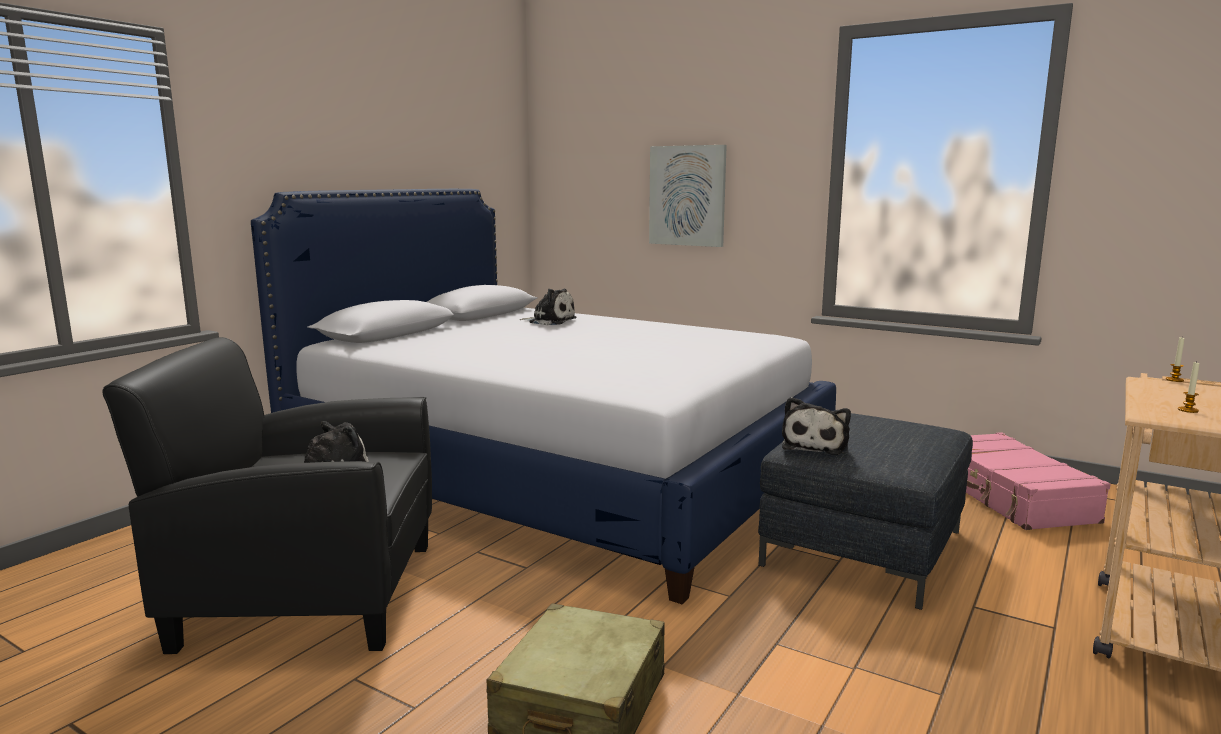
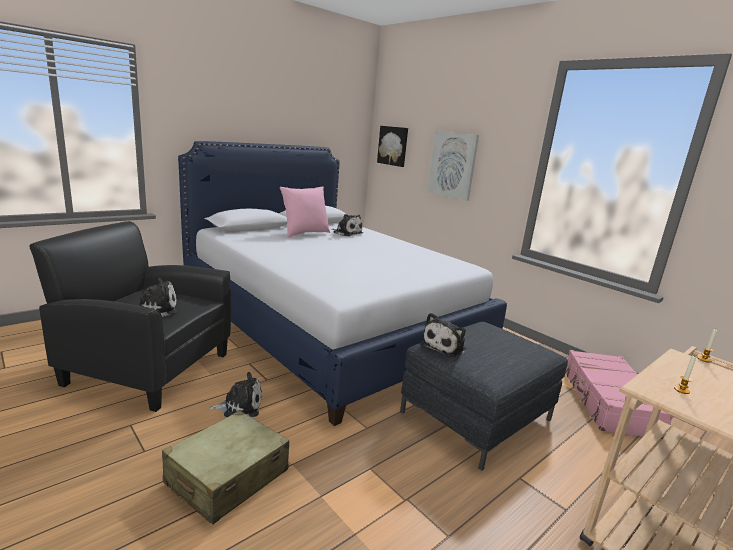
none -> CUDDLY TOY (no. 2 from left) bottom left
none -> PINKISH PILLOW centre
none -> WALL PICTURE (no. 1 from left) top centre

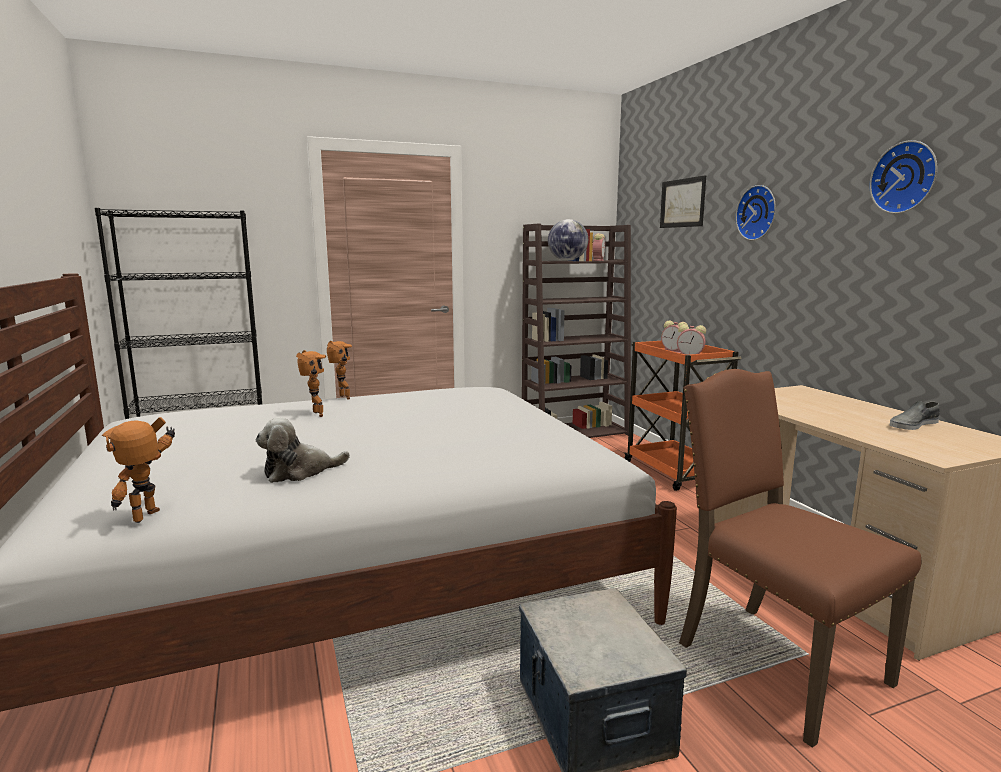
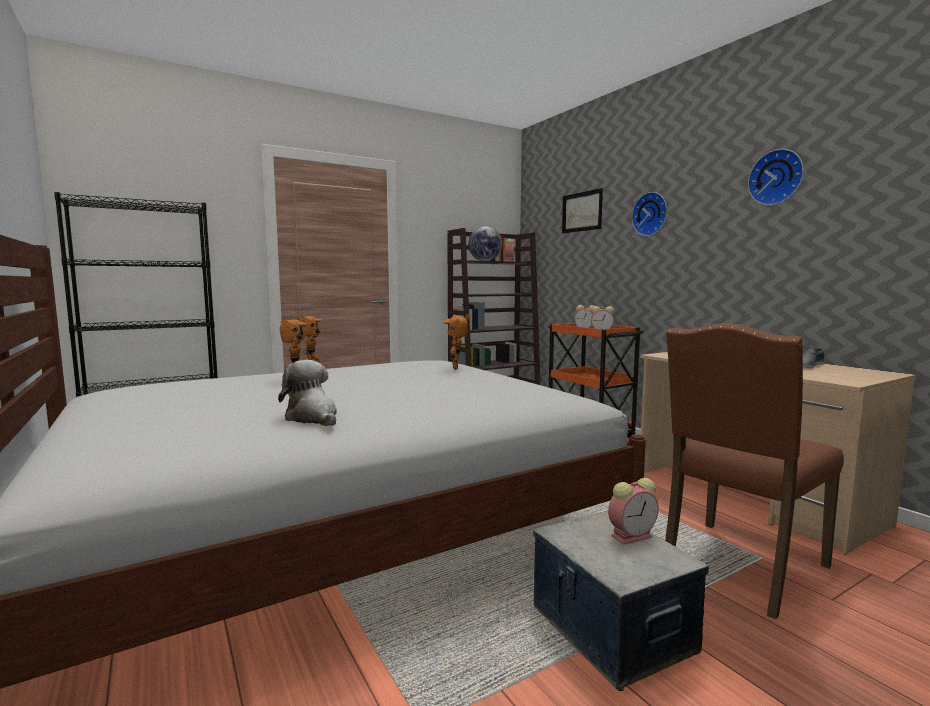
CUDDLY TOY middle left, 90 degrees clockwise
TOY ROBOT (no. 1 from left in the first image) middle left -> TOY ROBOT (no. 3 from left) centre, relocated
none -> ALARM CLOCK (no. 4 from left) bottom right
BROWNISH CHAIR bottom right, 90 degrees counterclockwise

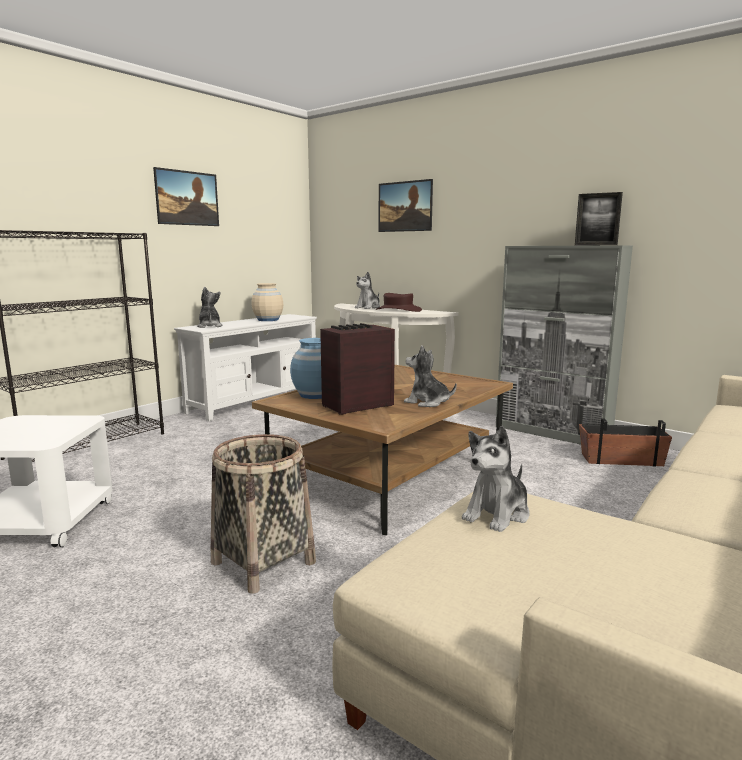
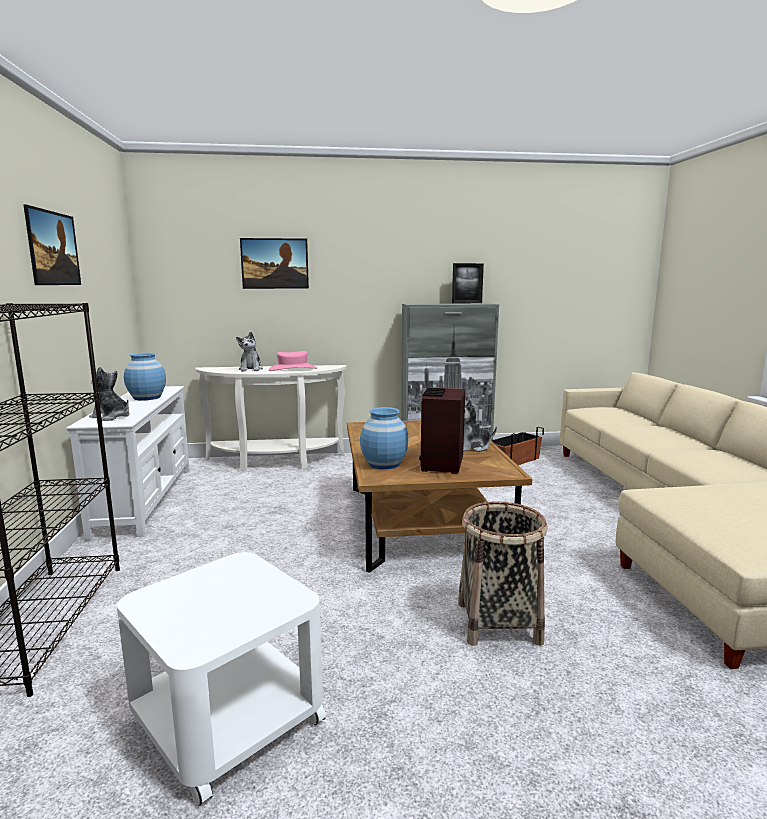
SAND-COLOURED VASE centre -> BLUE-COLOURED VASE (no. 1 from left) middle left
BROWNISH CLOTHING HAT centre -> PINKISH CLOTHING HAT centre
CUDDLY TOY (no. 4 from left) middle right -> none

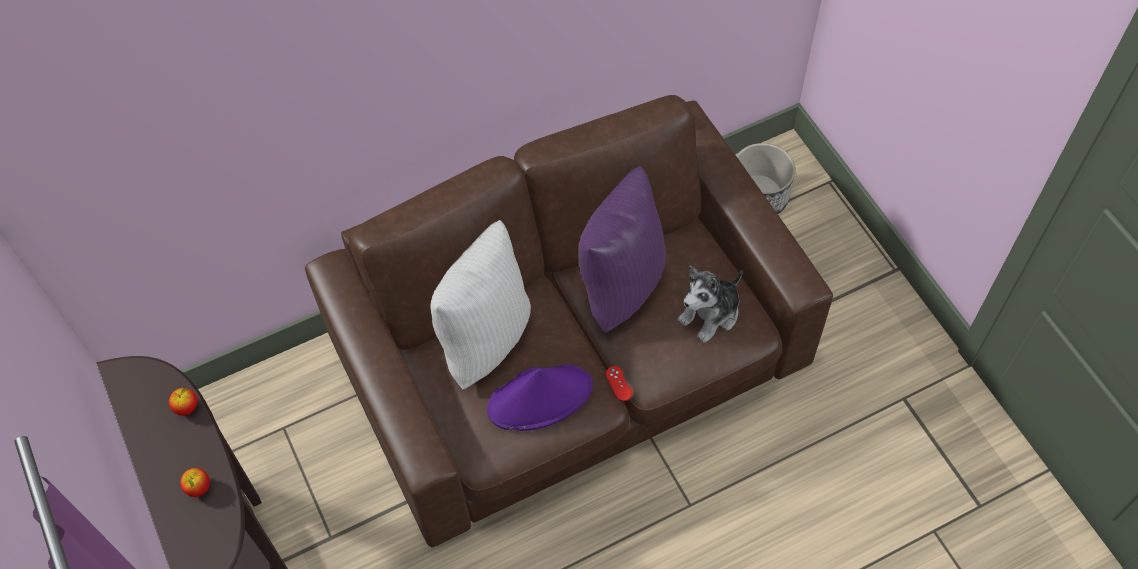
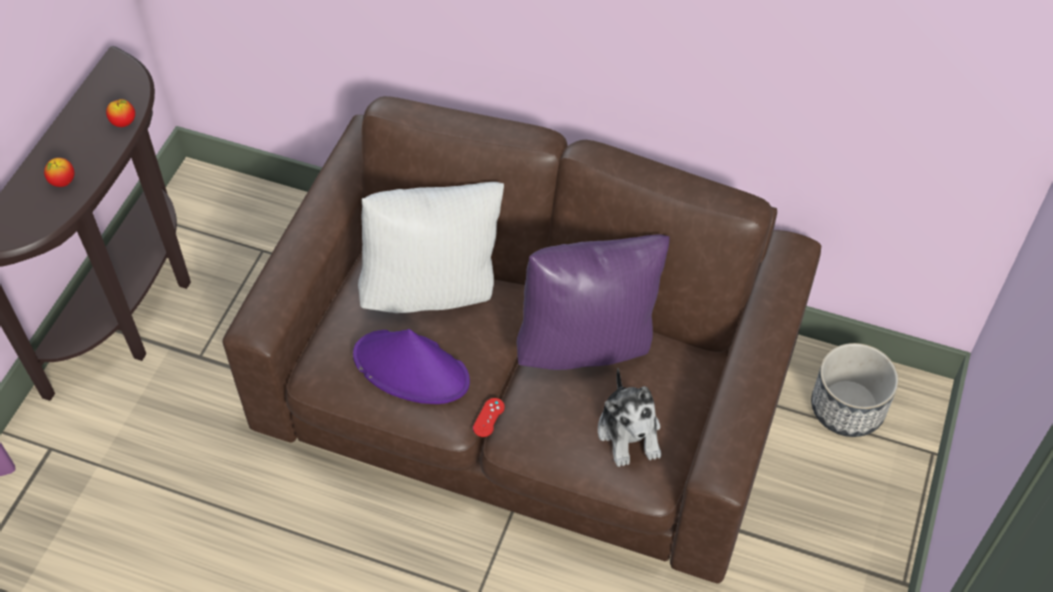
CUDDLY TOY centre -> CUDDLY TOY bottom centre, 105 degrees counterclockwise

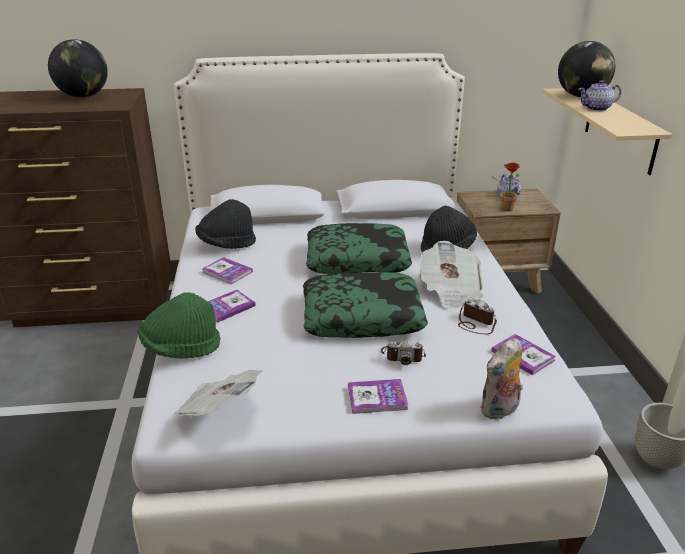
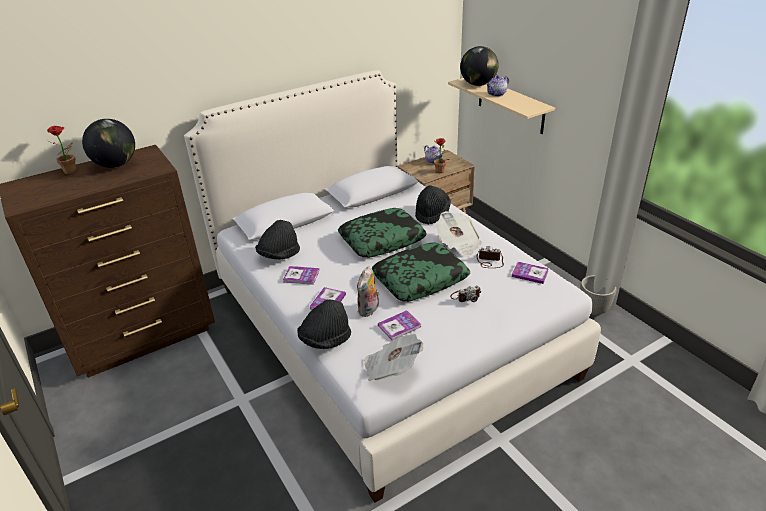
none -> HOUSEPLANT (no. 1 from left) top left
GREEN-COLOURED CLOTHING HAT middle left -> BLACKISH CLOTHING HAT (no. 2 from left) centre
CUDDLY TOY bottom right -> CUDDLY TOY centre, relocated
BOOK (no. 3 from left) bottom centre -> BOOK (no. 3 from left) centre, relocated

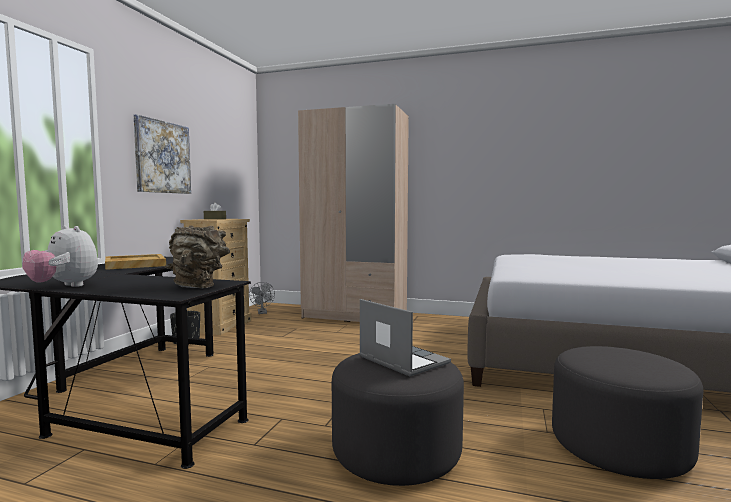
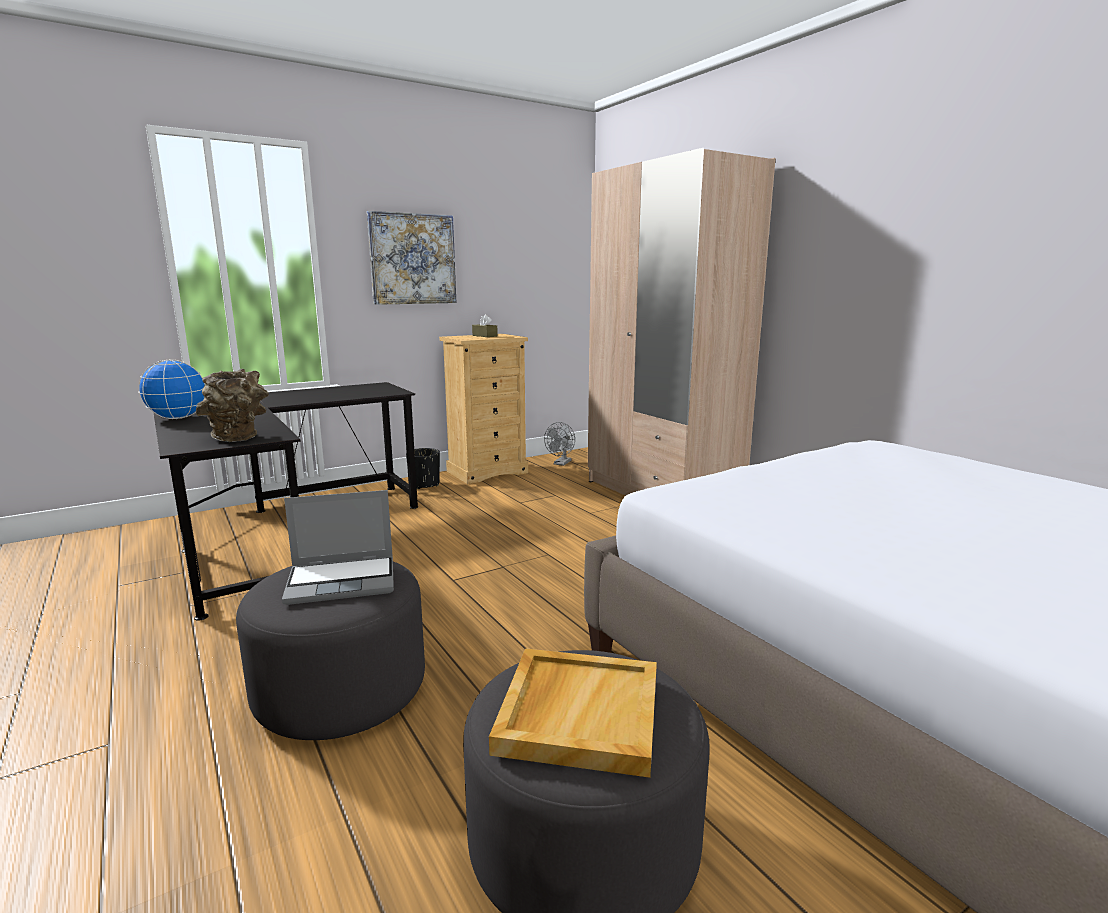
CUDDLY TOY middle left -> GLOBE middle left
PORTABLE COMPUTER bottom centre -> PORTABLE COMPUTER middle left, 75 degrees clockwise
SAND-COLOURED SERVING TRAY middle left -> SAND-COLOURED SERVING TRAY bottom centre, relocated

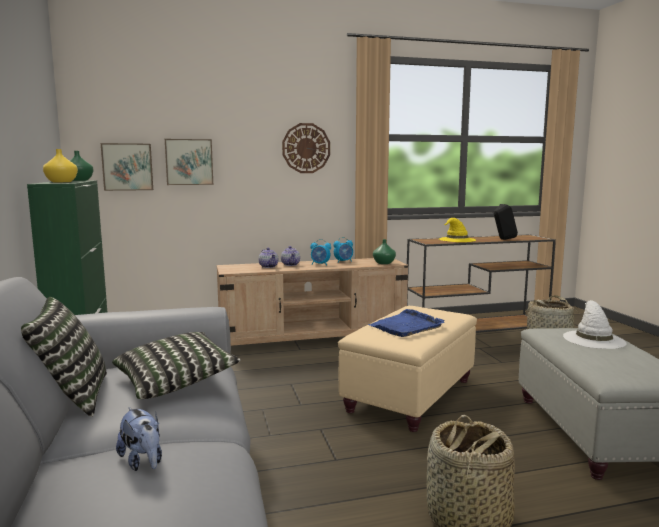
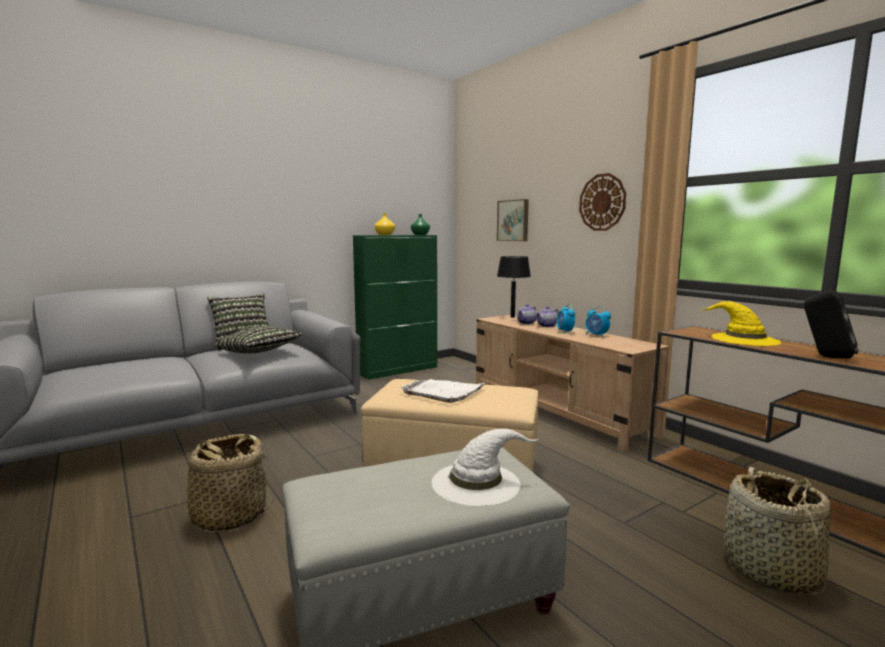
BLUE-COLOURED SERVING TRAY centre -> WHITE-COLOURED SERVING TRAY centre
none -> BLACKISH LAMP FOR A TABLE centre
WALL PICTURE (no. 1 from left) top left -> none
CUDDLY TOY bottom left -> none
GREEN-COLOURED VASE (no. 2 from left) centre -> none

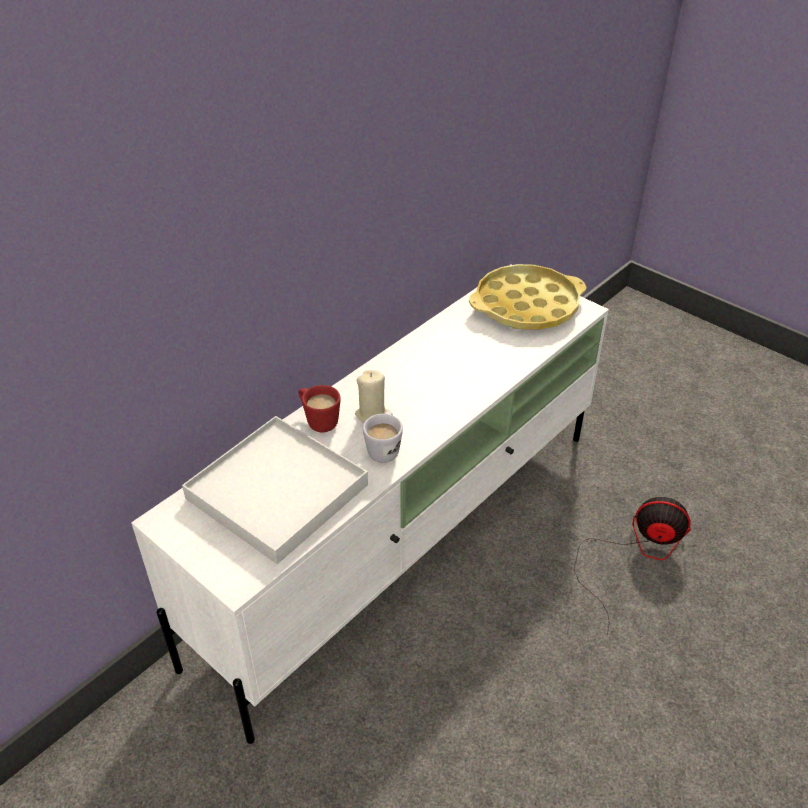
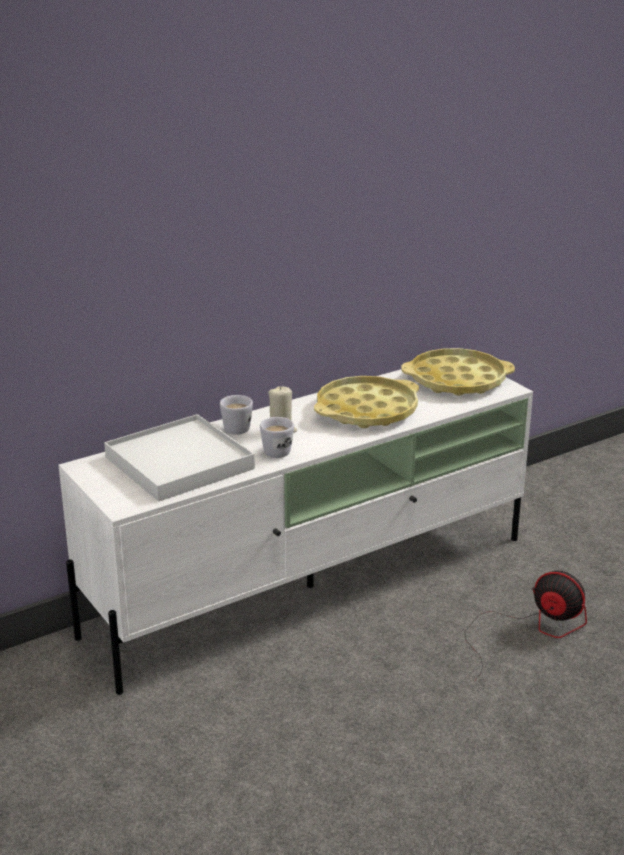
RED-COLOURED TEA MUG centre -> WHITE-COLOURED TEA MUG (no. 1 from left) centre
none -> YELLOW SERVING TRAY (no. 1 from left) centre

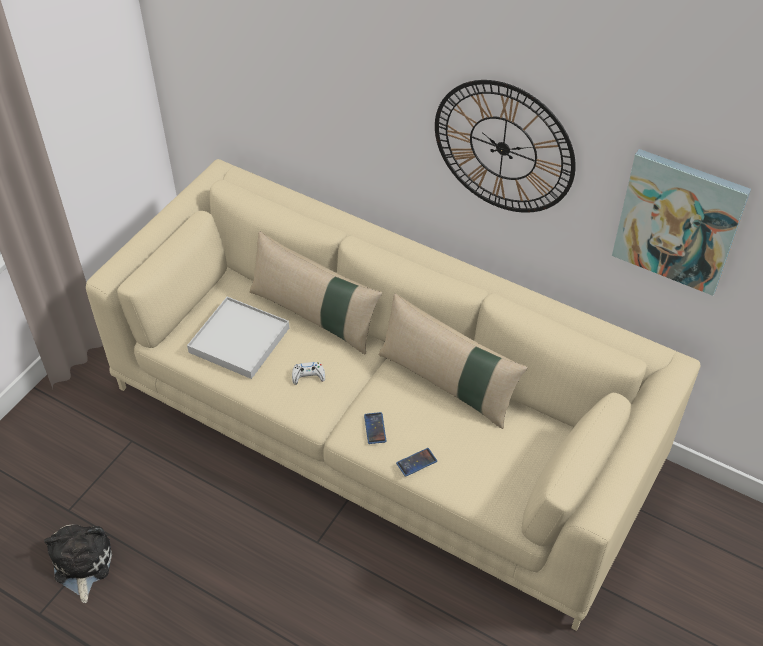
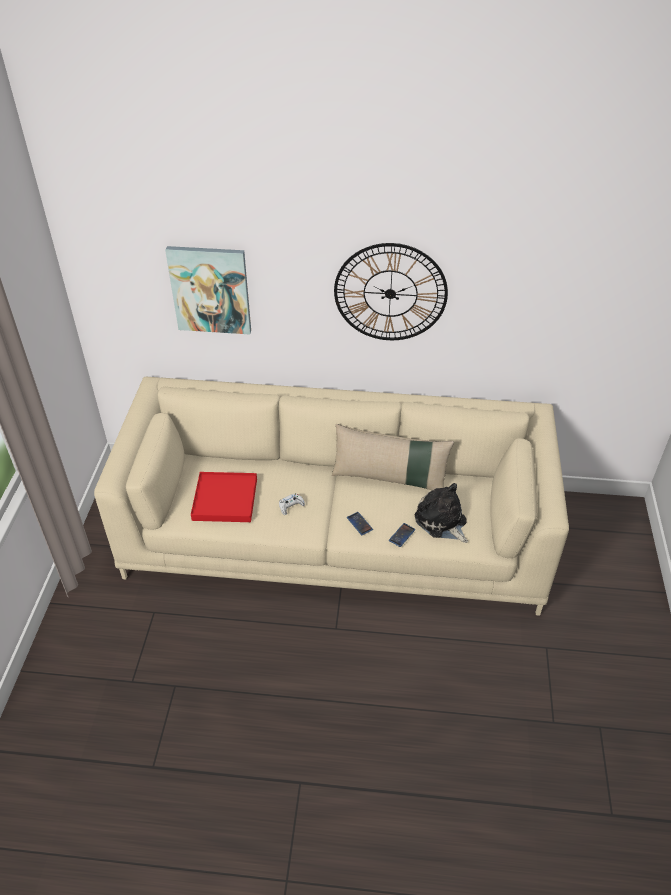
WALL PICTURE middle right -> WALL PICTURE top left, relocated
WHITE-COLOURED SERVING TRAY middle left -> RED-COLOURED SERVING TRAY centre
CUDDLY TOY bottom left -> CUDDLY TOY centre, relocated
SAND-COLOURED PILLOW (no. 1 from left) centre -> none

